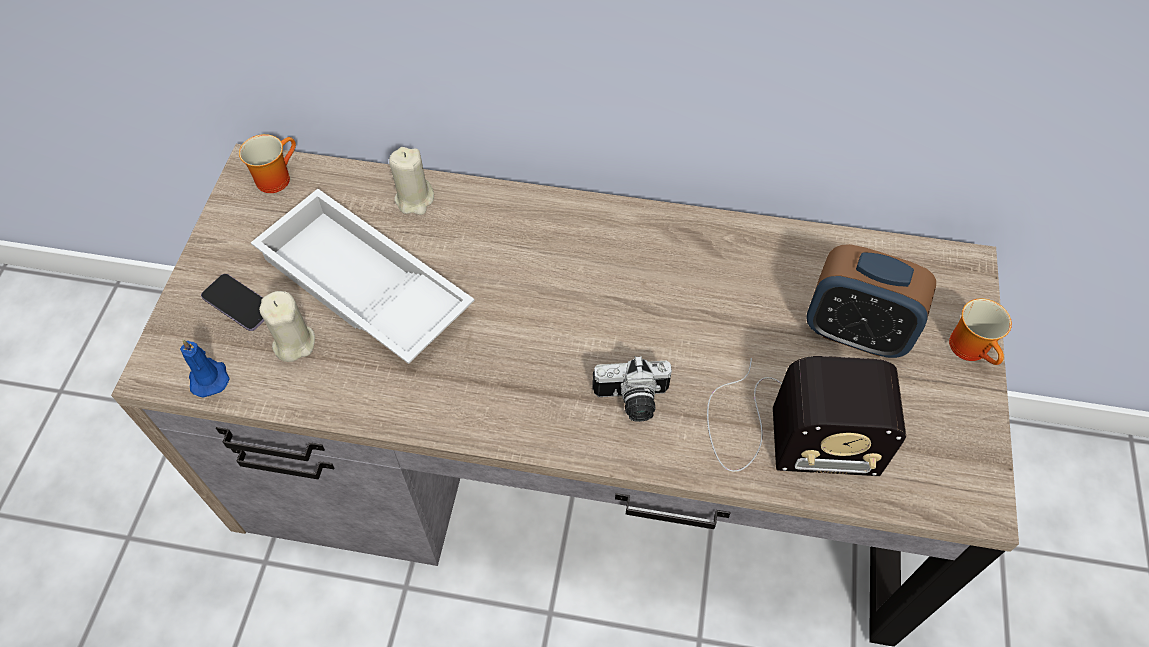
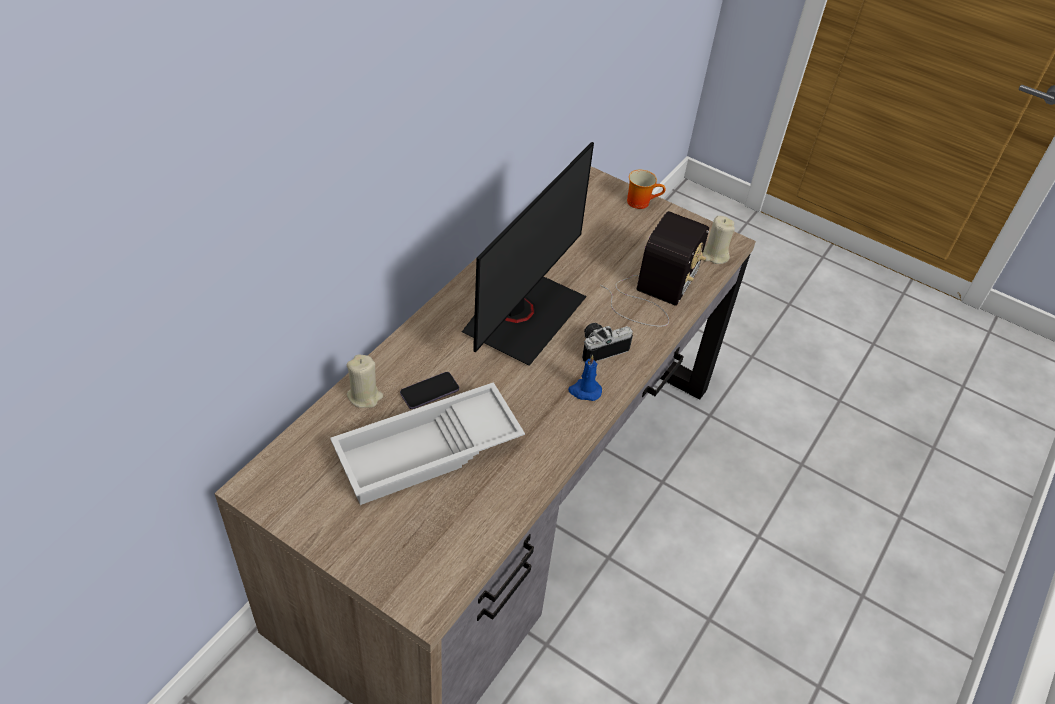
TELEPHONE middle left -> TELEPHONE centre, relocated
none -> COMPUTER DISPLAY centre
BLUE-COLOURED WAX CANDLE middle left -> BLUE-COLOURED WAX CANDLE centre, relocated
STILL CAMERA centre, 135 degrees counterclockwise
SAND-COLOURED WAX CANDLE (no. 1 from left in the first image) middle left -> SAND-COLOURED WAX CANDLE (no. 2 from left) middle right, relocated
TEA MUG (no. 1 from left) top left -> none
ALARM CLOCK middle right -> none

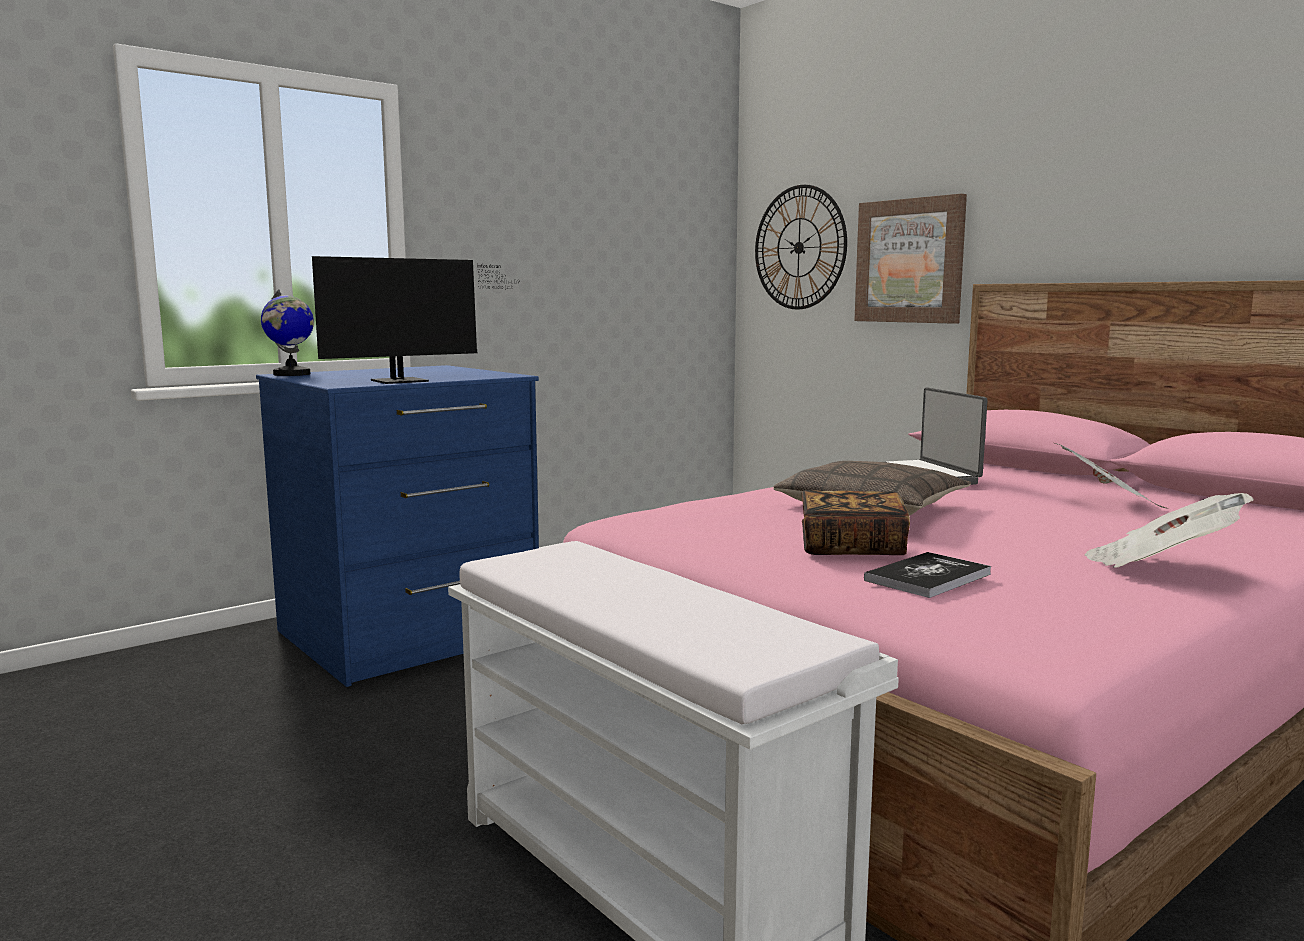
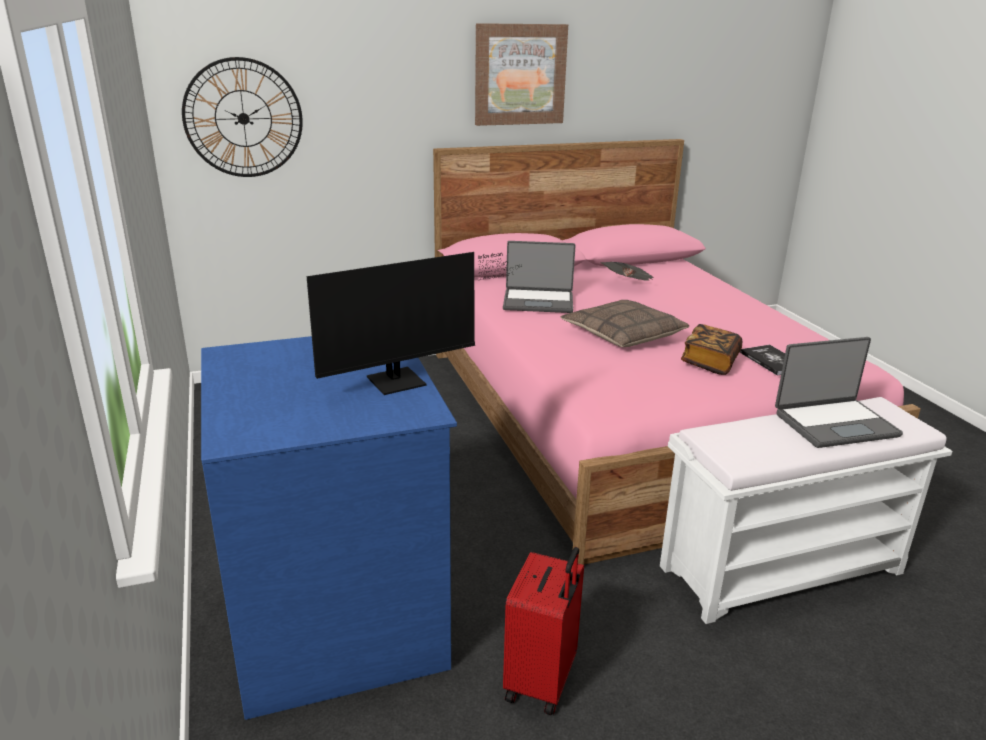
COMPUTER DISPLAY middle left -> COMPUTER DISPLAY centre, 75 degrees clockwise
WALL PICTURE top right -> WALL PICTURE top centre, relocated
none -> RED-COLOURED SUITCASE bottom centre
none -> PORTABLE COMPUTER (no. 2 from left) middle right
GLOBE middle left -> none
DAILY PAPER (no. 2 from left) middle right -> none

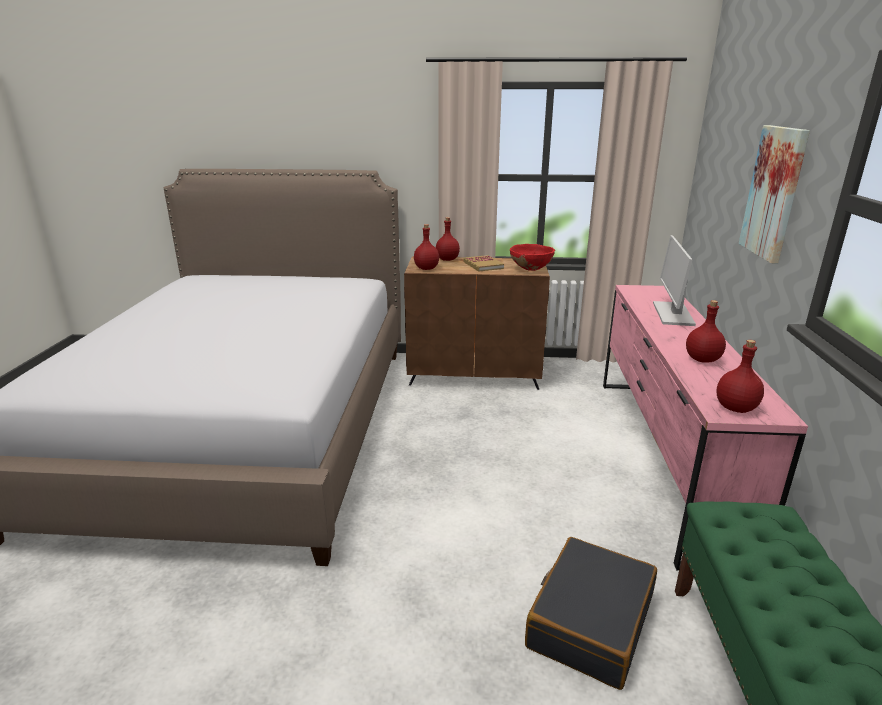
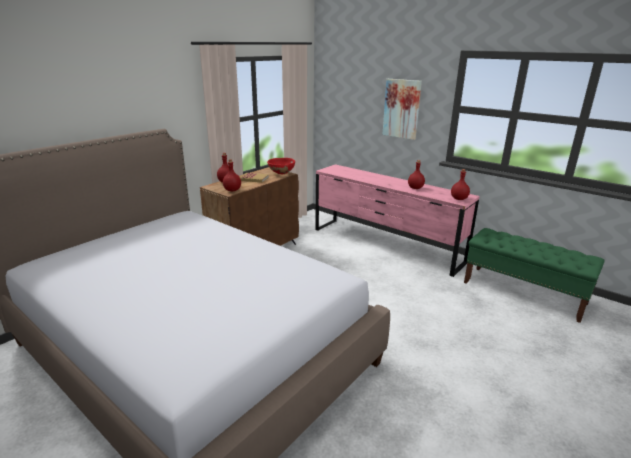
BLACKISH SUITCASE bottom right -> none
COMPUTER DISPLAY middle right -> none

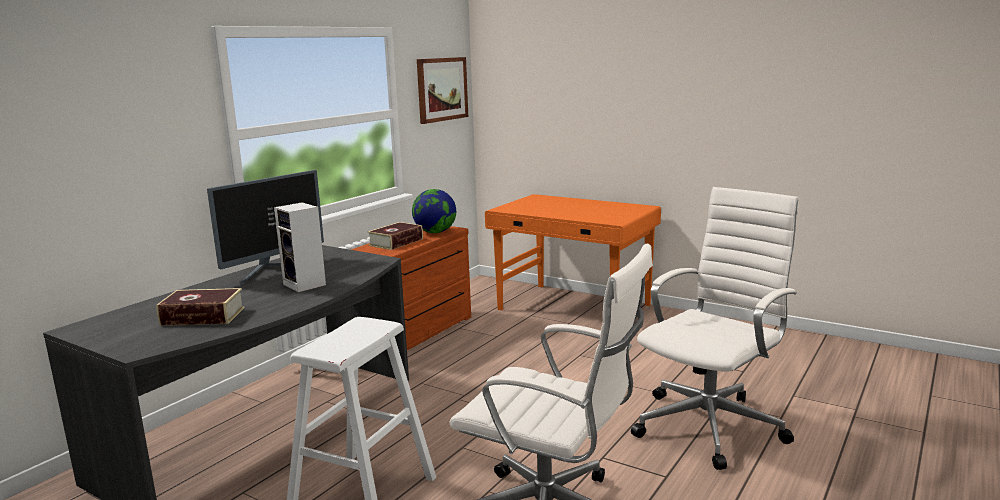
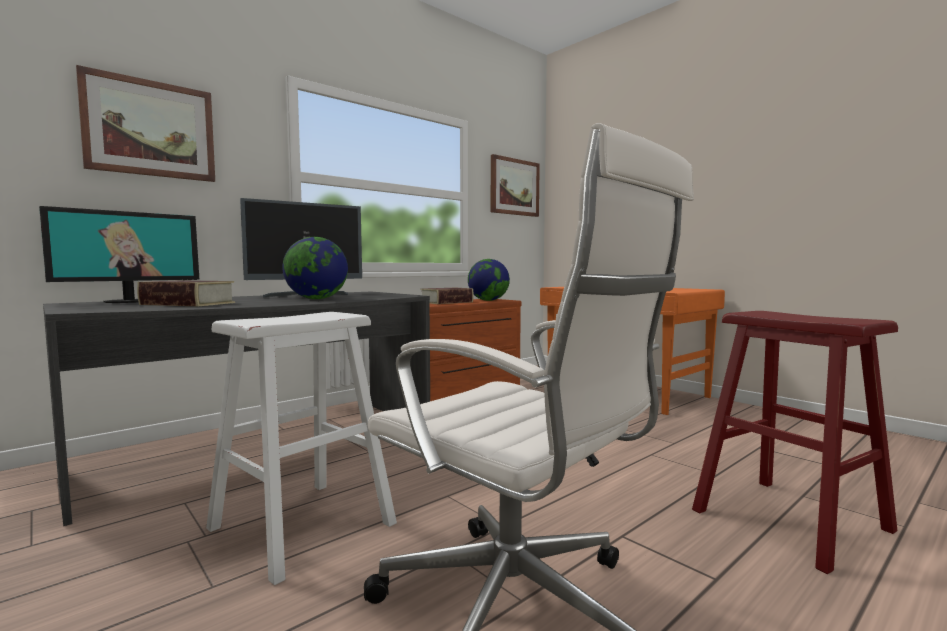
none -> COMPUTER DISPLAY (no. 1 from left) middle left
none -> WALL PICTURE (no. 1 from left) top left
LOUDSPEAKER middle left -> GLOBE (no. 1 from left) middle left
WHITE-COLOURED OFFICE CHAIR (no. 2 from left) middle right -> RED-COLOURED STOOL bottom right

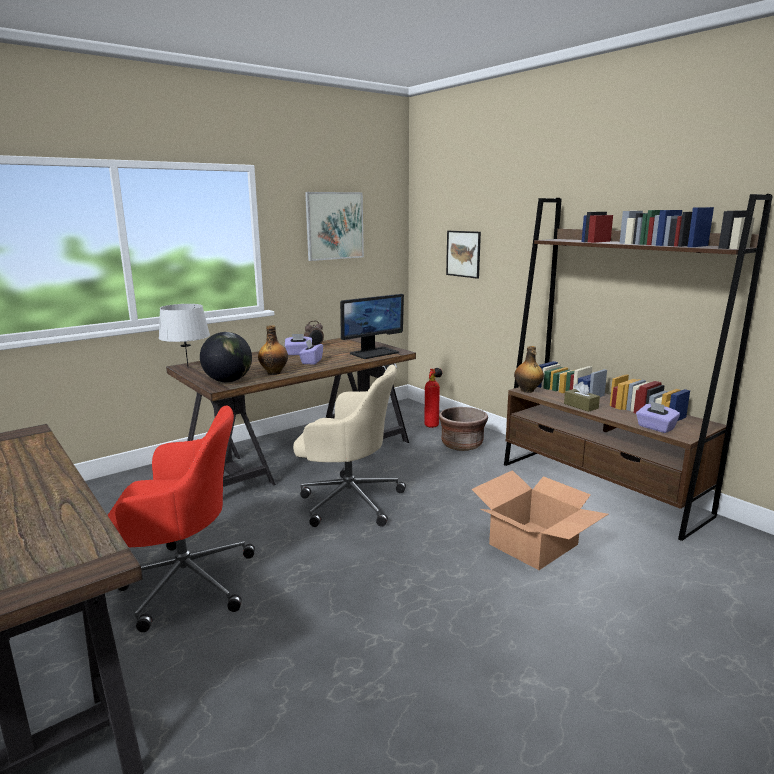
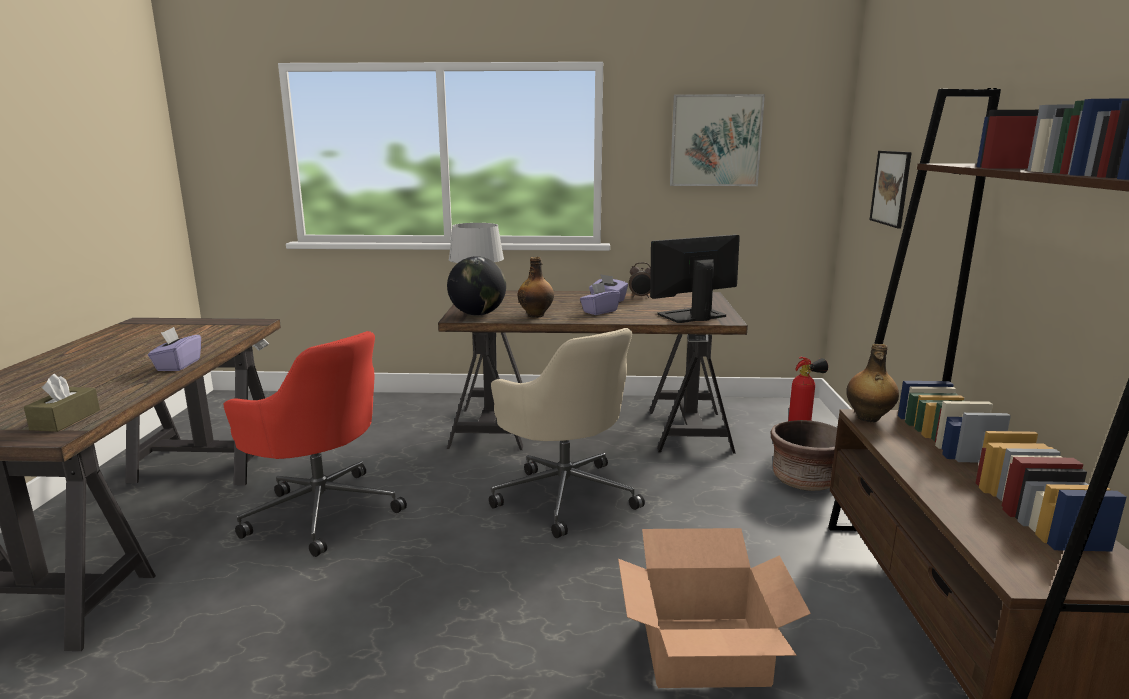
BROWNISH BOX OF TISSUES middle right -> BROWNISH BOX OF TISSUES middle left, relocated
PURPLE BOX OF TISSUES (no. 3 from left in the first image) middle right -> PURPLE BOX OF TISSUES (no. 1 from left) middle left, relocated
COMPUTER DISPLAY centre, 150 degrees clockwise

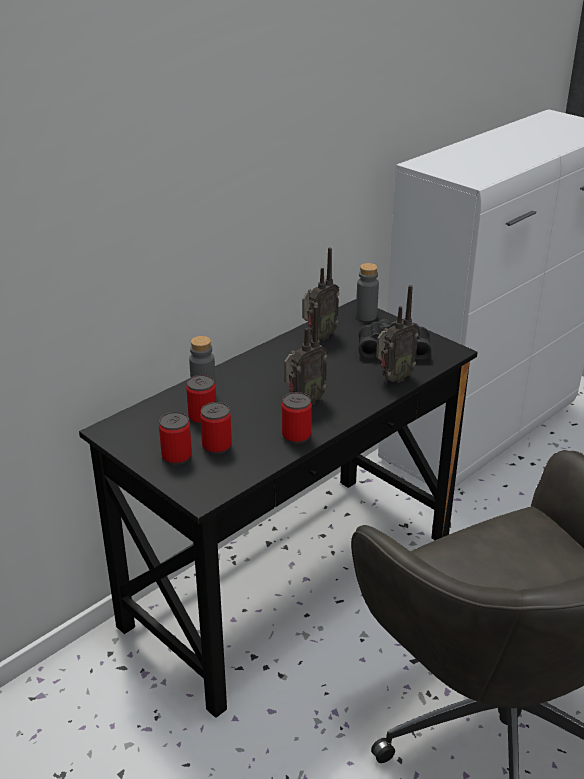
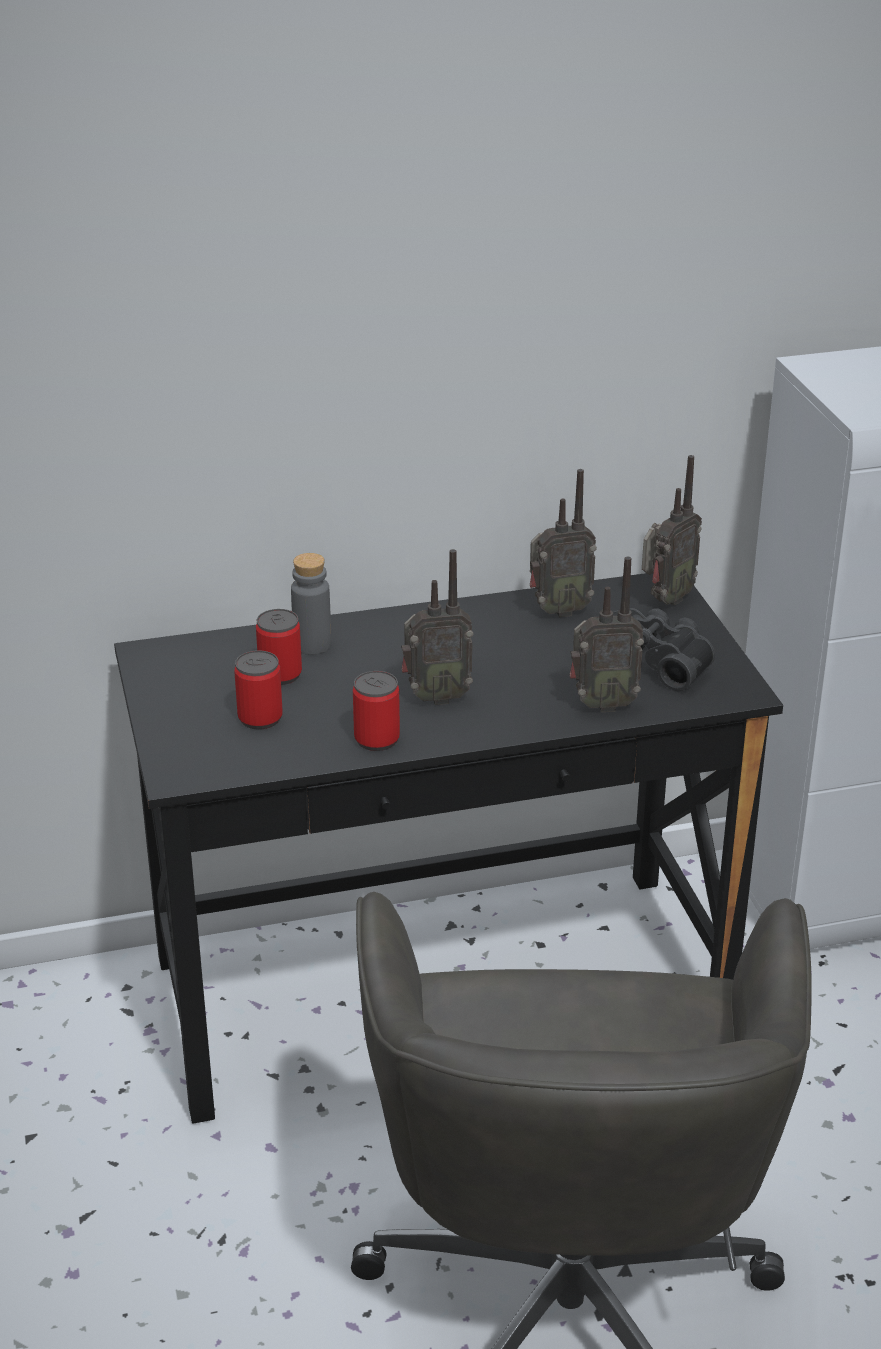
GRAY BEVERAGE BOTTLE (no. 2 from left) centre -> RADIO SET (no. 4 from left) middle right
CAN (no. 1 from left) middle left -> none

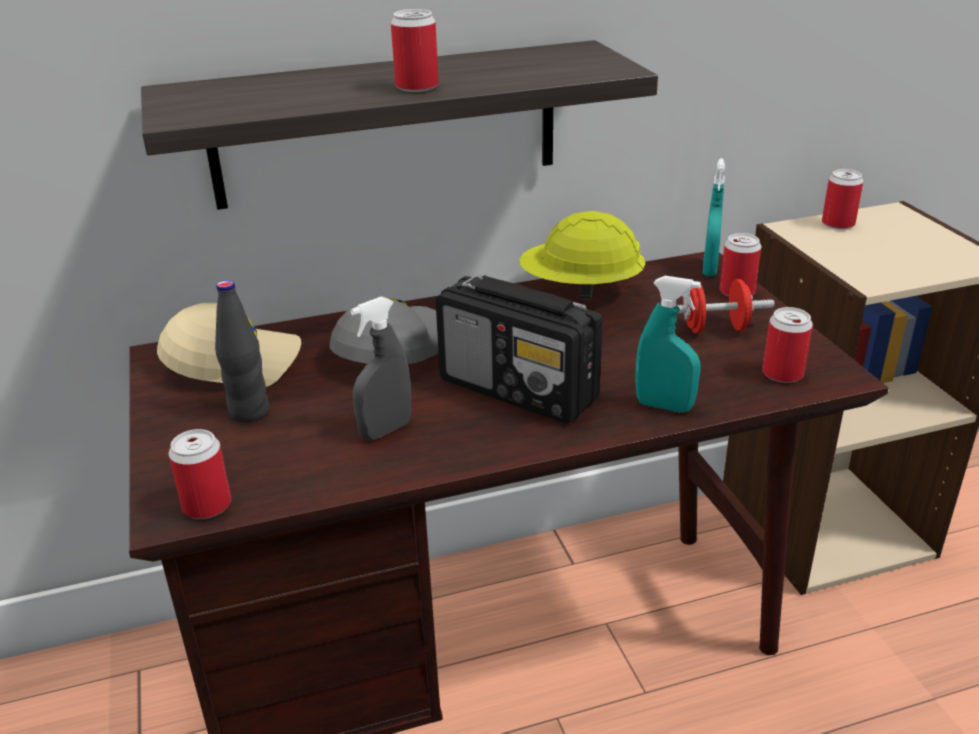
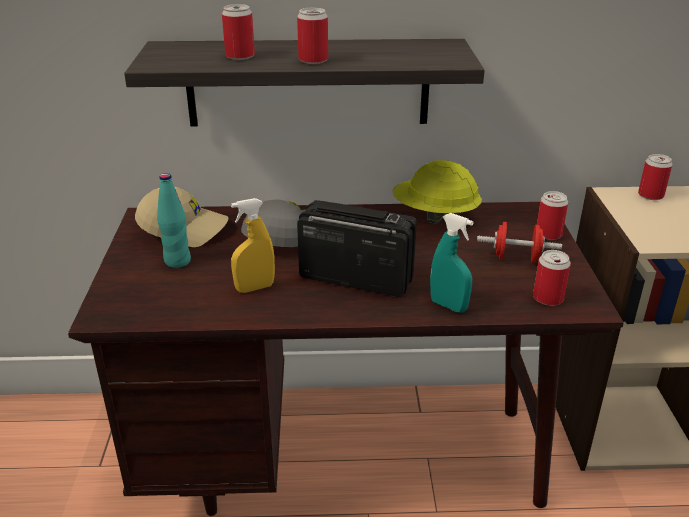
BLACKISH BEVERAGE BOTTLE middle left -> BLUE-GREEN BEVERAGE BOTTLE middle left
CAN (no. 1 from left) middle left -> CAN (no. 1 from left) top centre, relocated
GRAY HAND SPRAYER centre -> YELLOW HAND SPRAYER centre
RADIO SET centre, 150 degrees clockwise
BLUE-GREEN HAND SPRAYER (no. 2 from left) top right -> none

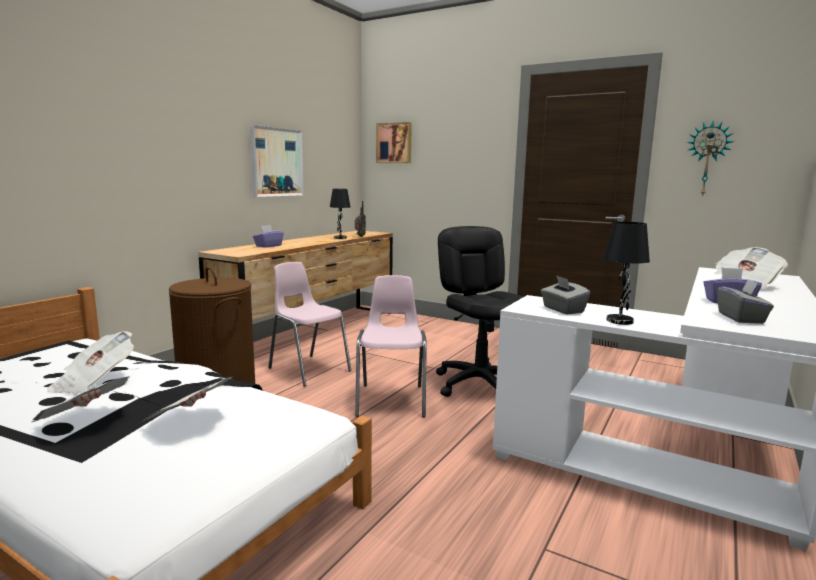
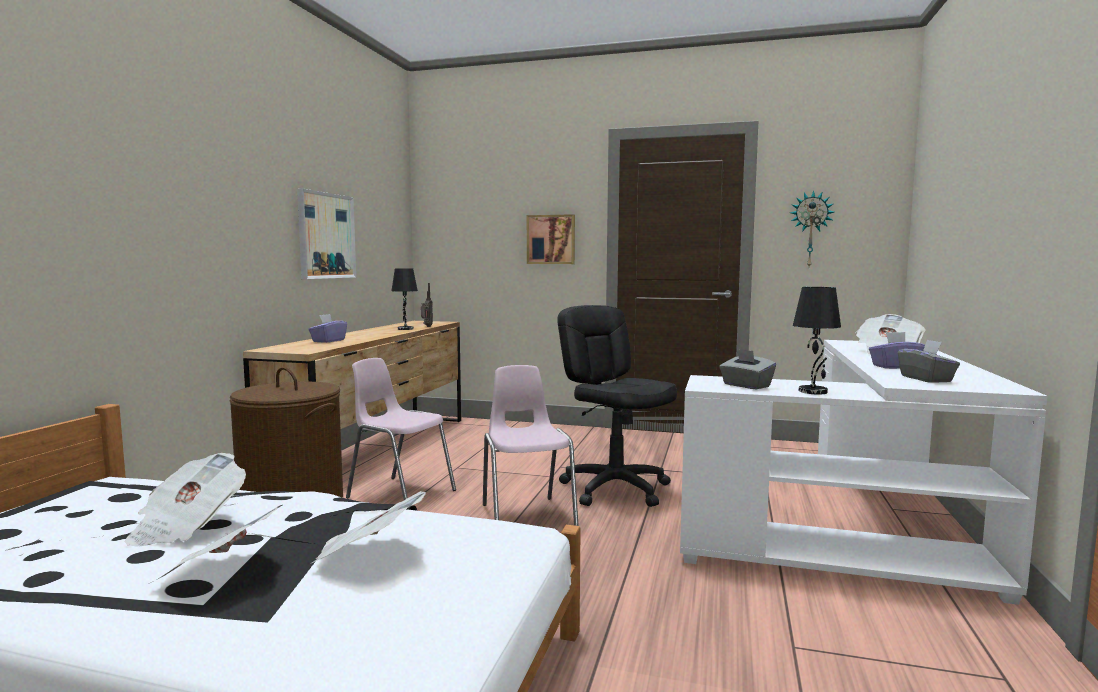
WALL PICTURE (no. 2 from left) top centre -> WALL PICTURE (no. 2 from left) centre, relocated

